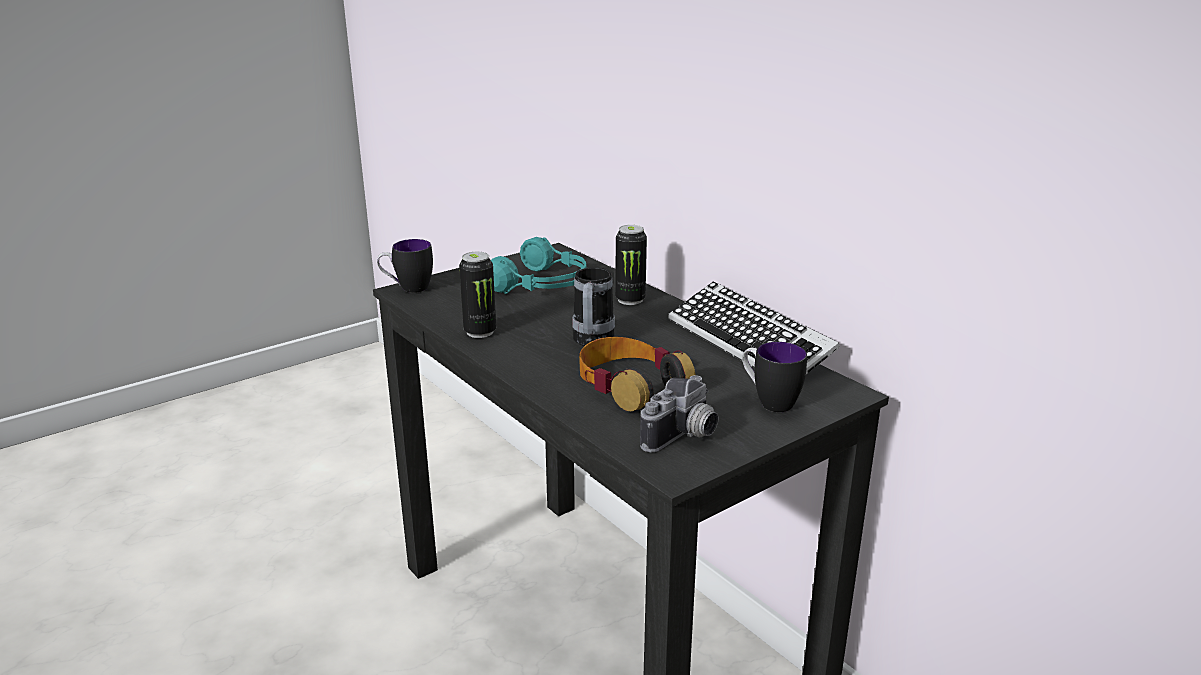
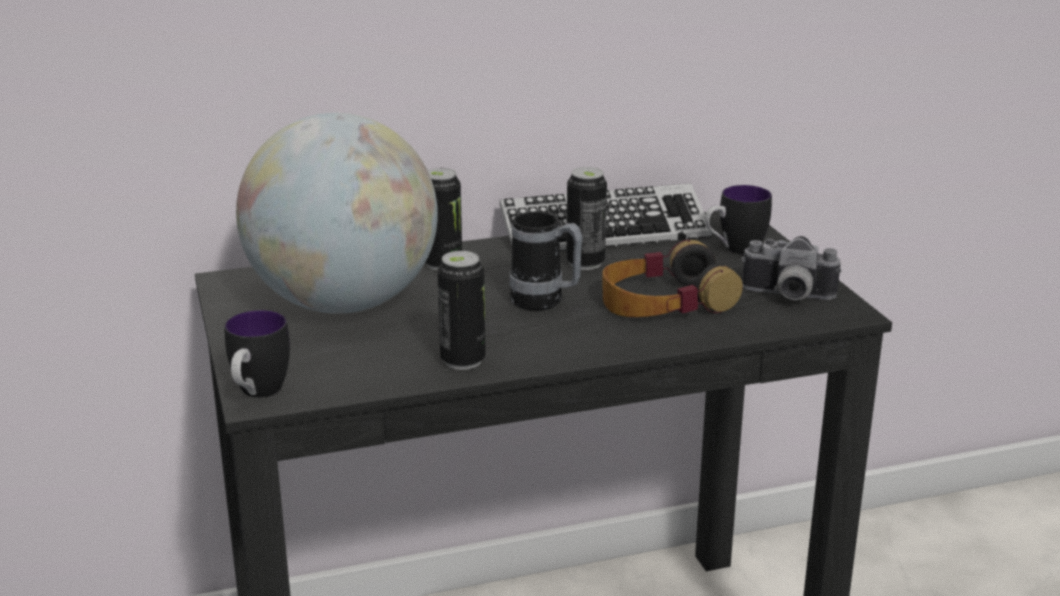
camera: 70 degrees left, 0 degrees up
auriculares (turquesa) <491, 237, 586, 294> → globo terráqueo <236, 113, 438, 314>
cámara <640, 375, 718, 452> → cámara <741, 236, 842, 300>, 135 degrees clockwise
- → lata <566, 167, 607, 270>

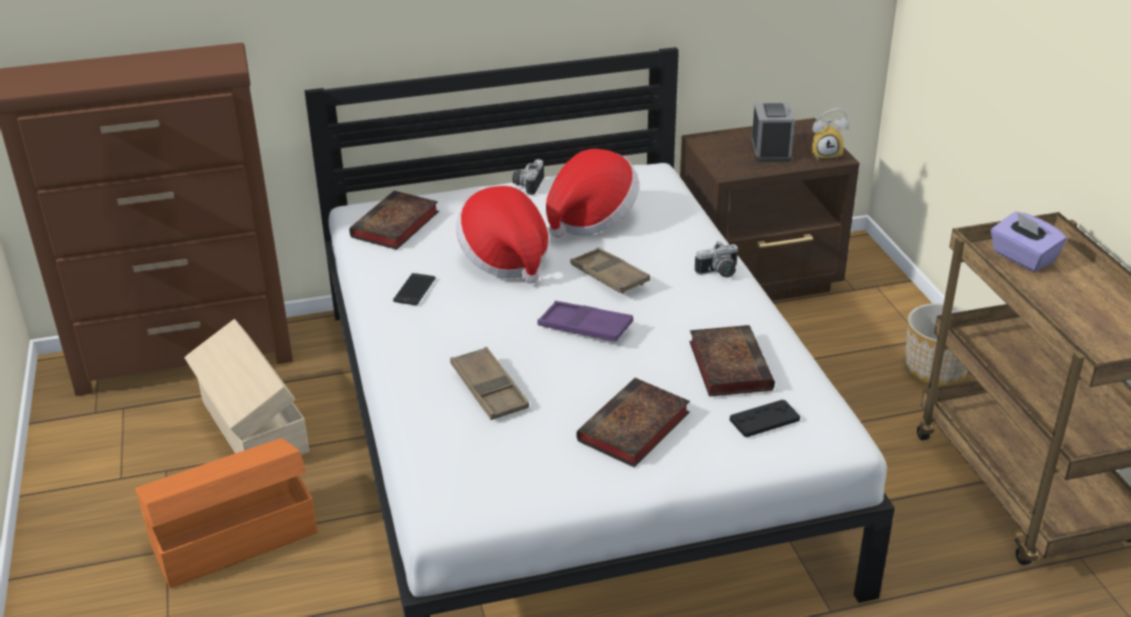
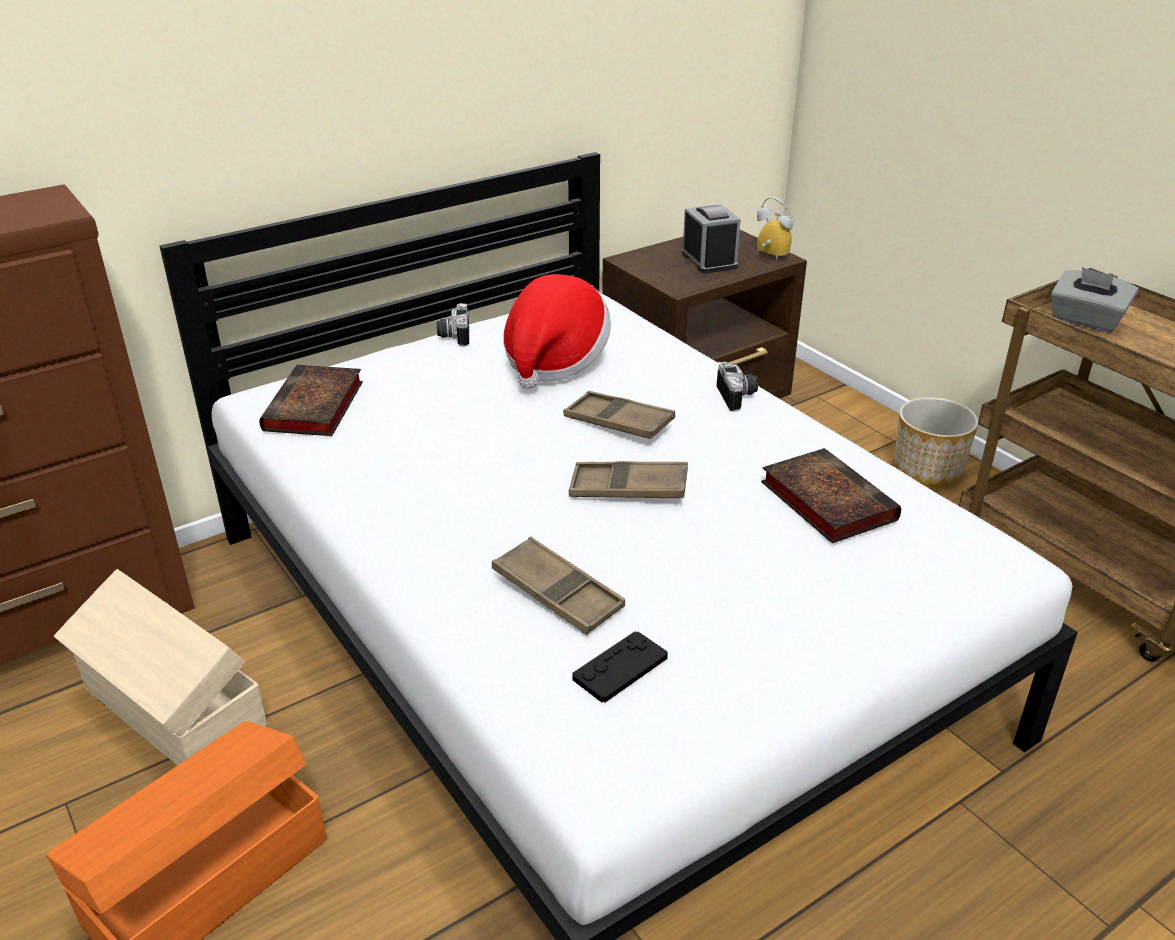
camera: 20 degrees left, 0 degrees up
móvil <393, 273, 435, 305> → -
sombrero <456, 186, 549, 284> → -
bandeja (morado) <537, 301, 633, 341> → bandeja (marrón) <569, 461, 688, 498>
libro <576, 378, 690, 468> → -
cámara <695, 241, 738, 278> → cámara <717, 362, 758, 412>, 60 degrees counterclockwise
mando de consola (negro) <730, 400, 800, 437> → mando de consola (negro) <572, 631, 668, 702>, move
despertador <812, 108, 849, 160> → despertador <756, 197, 793, 260>, 120 degrees counterclockwise
caja de pañuelos (morado) <990, 212, 1067, 272> → caja de pañuelos (gris) <1051, 267, 1138, 332>

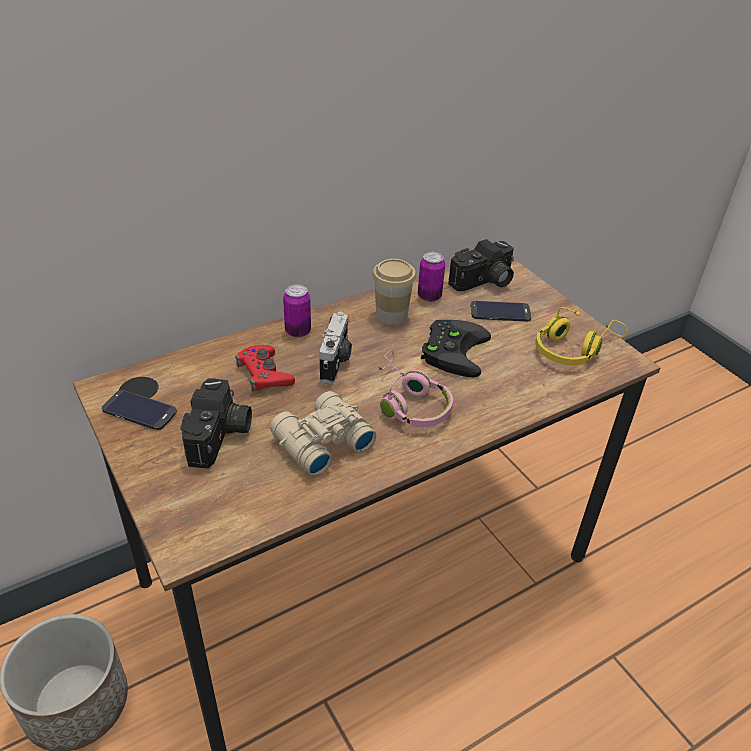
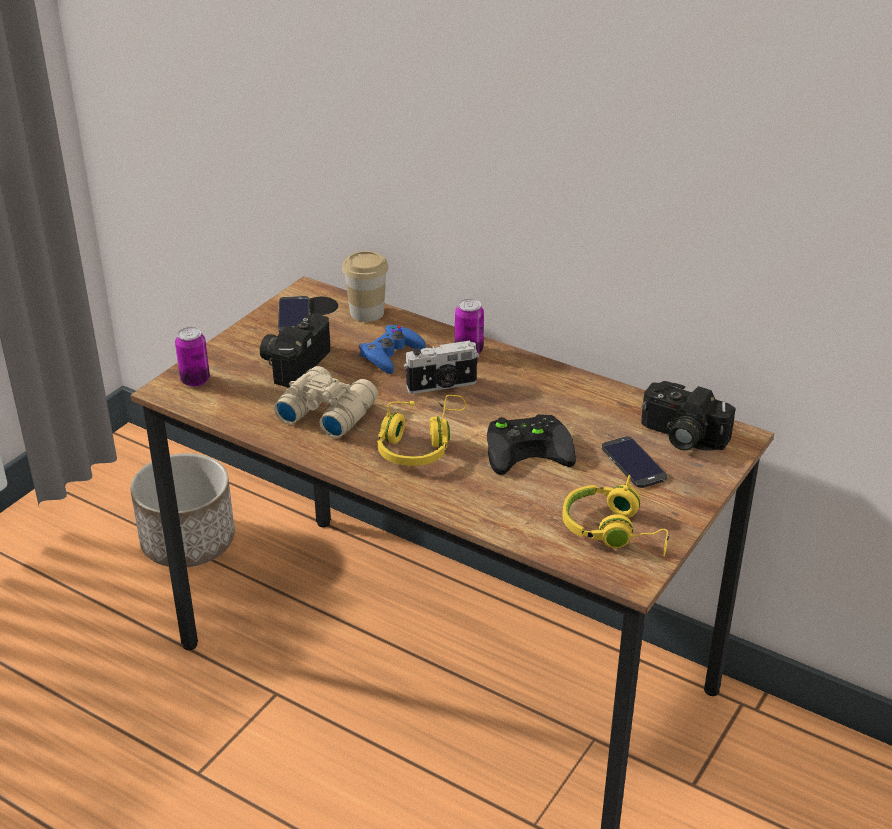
camera: 65 degrees right, 5 degrees down
cámara <180, 378, 252, 469> → cámara <260, 313, 330, 388>, 135 degrees clockwise
mando de consola (rojo) <235, 345, 295, 391> → mando de consola (azul) <359, 325, 425, 374>
taza <372, 259, 416, 325> → taza <342, 251, 388, 322>, move
auriculares (rosa) <378, 350, 453, 427> → auriculares (amarillo) <377, 395, 466, 466>
lata <418, 252, 445, 302> → lata <175, 327, 210, 387>, move

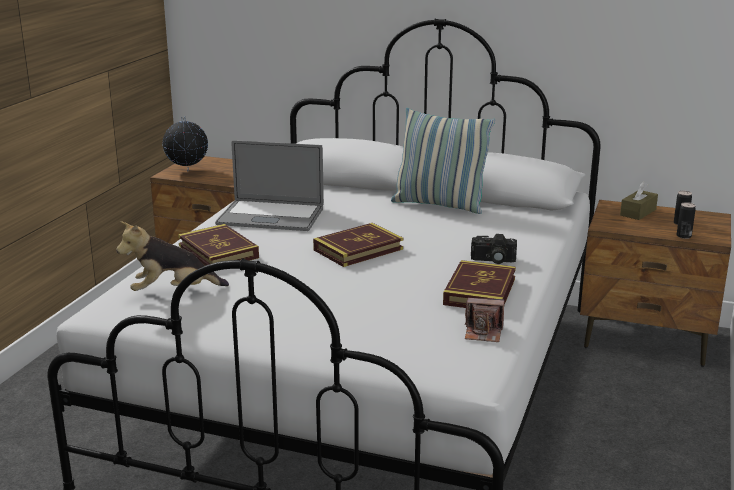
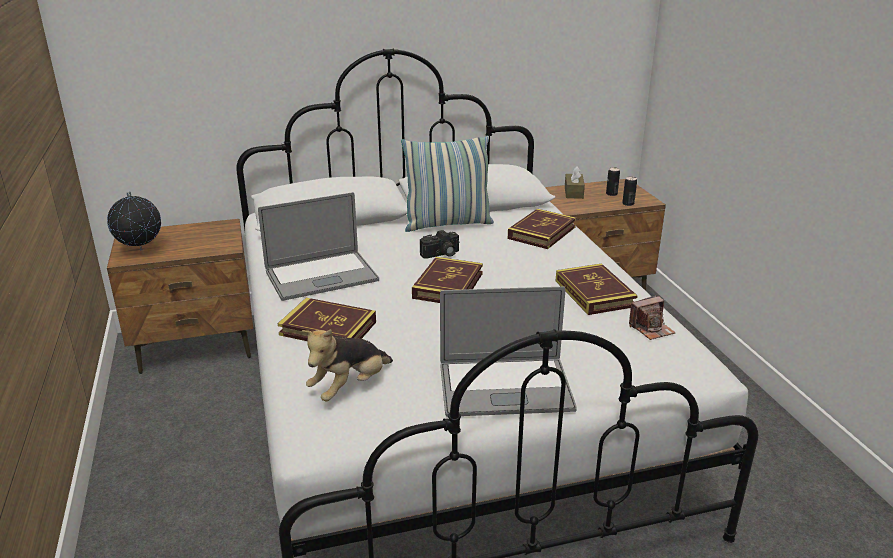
camera: 35 degrees left, 5 degrees up
cámara <471, 234, 517, 264> → cámara <420, 230, 459, 258>, move
- → portátil <440, 287, 577, 417>
- → libro <508, 209, 576, 249>

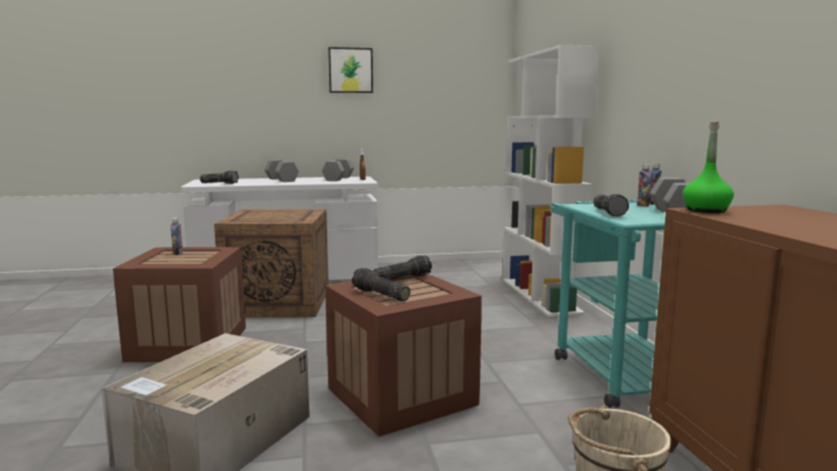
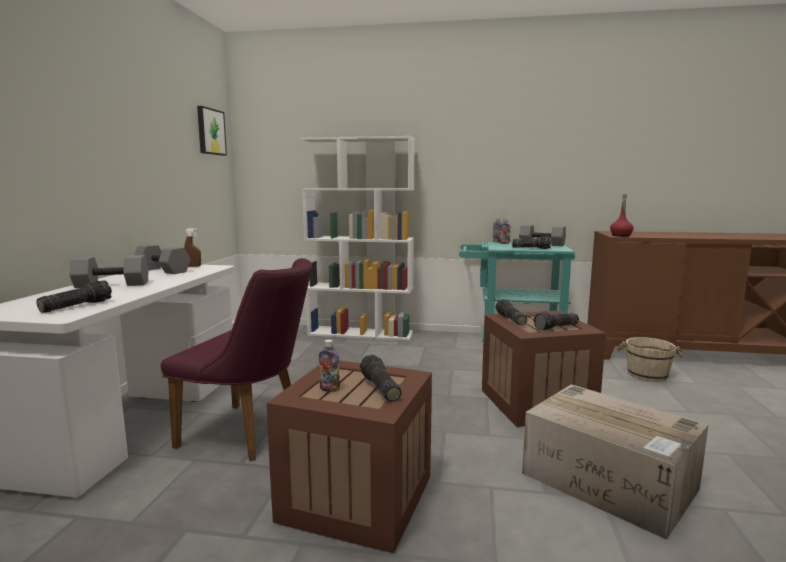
camera: 70 degrees left, 0 degrees up
caja de embalaje <214, 209, 329, 317> → silla (morado) <161, 258, 312, 461>
cuadro <328, 47, 373, 93> → cuadro <197, 106, 227, 155>, move
botella (verde) <683, 121, 734, 213> → botella (rojo) <610, 194, 634, 237>
- → linterna <360, 355, 401, 402>

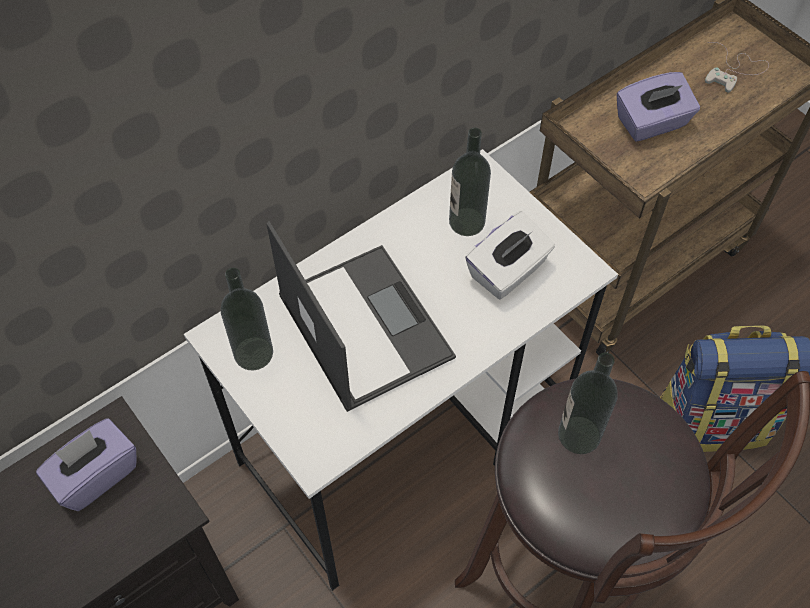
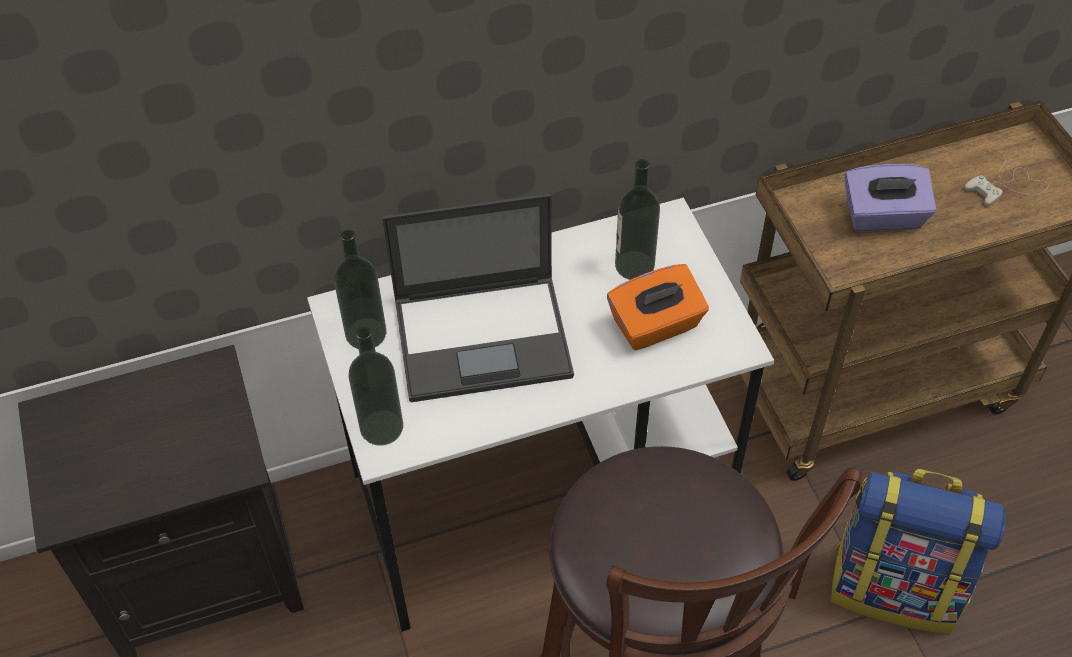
camera: 20 degrees right, 5 degrees down
caja de pañuelos (morado) <36, 418, 137, 511> → -
portátil <267, 221, 456, 412> → portátil <382, 194, 574, 402>, 90 degrees clockwise
caja de pañuelos (blanco) <465, 211, 555, 299> → caja de pañuelos (naranja) <607, 264, 709, 350>
botella <558, 352, 618, 454> → botella <348, 327, 403, 446>, move

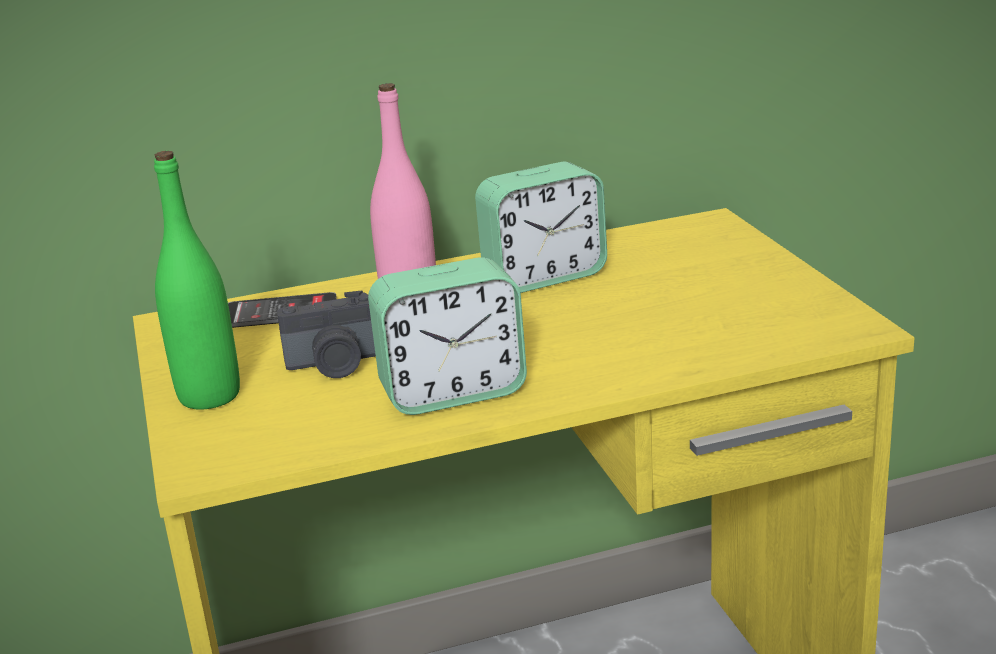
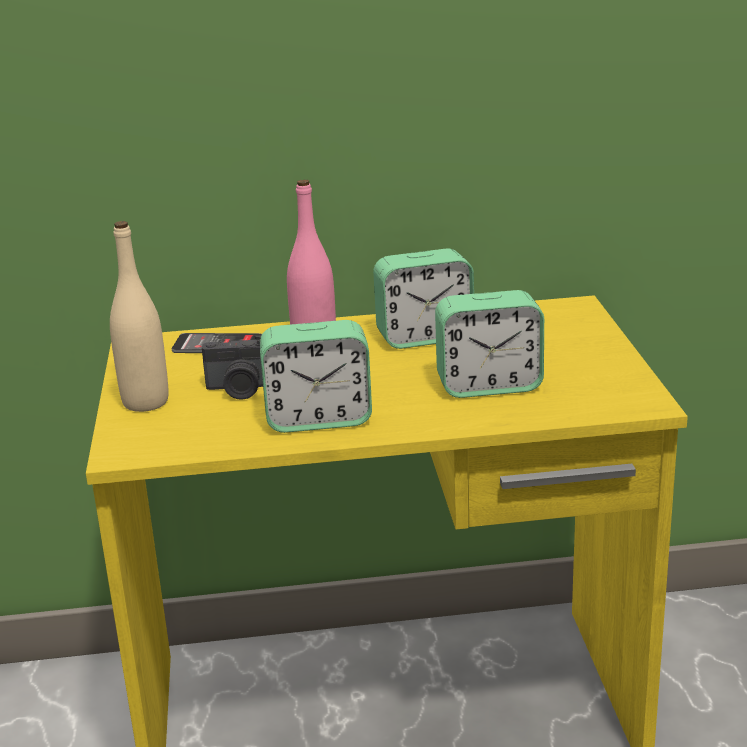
camera: 10 degrees right, 0 degrees up
botella (verde) <154, 151, 240, 410> → botella (beis) <110, 221, 168, 412>
- → despertador <435, 290, 544, 398>

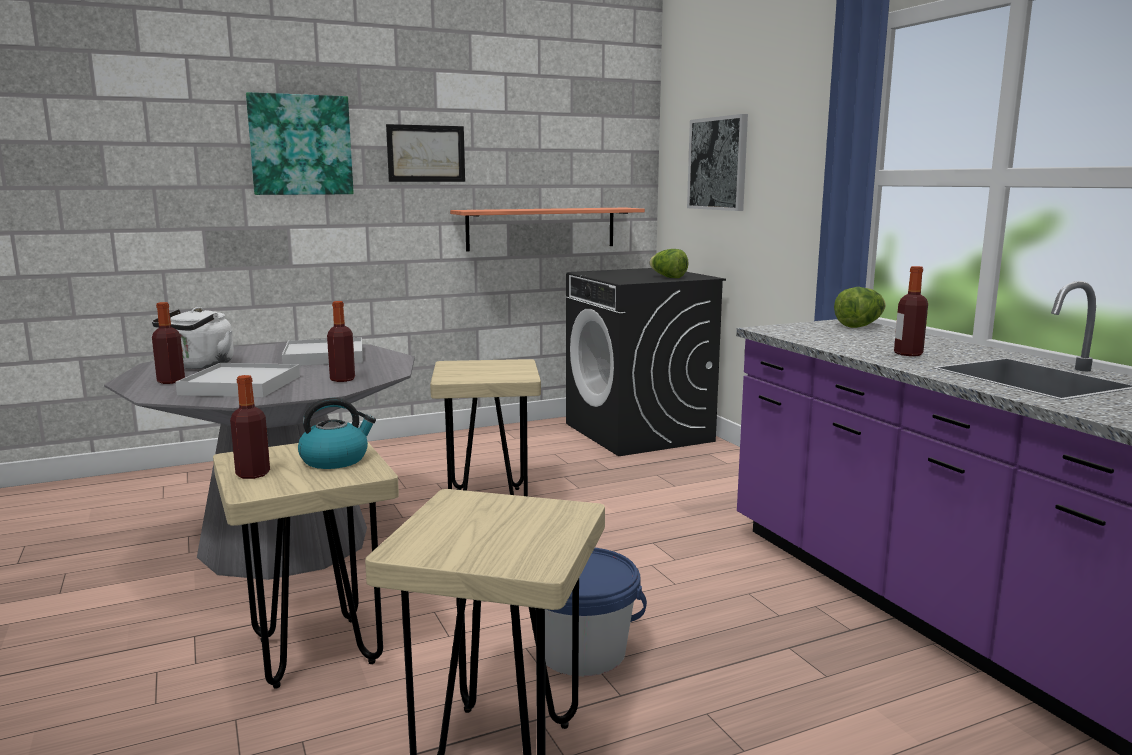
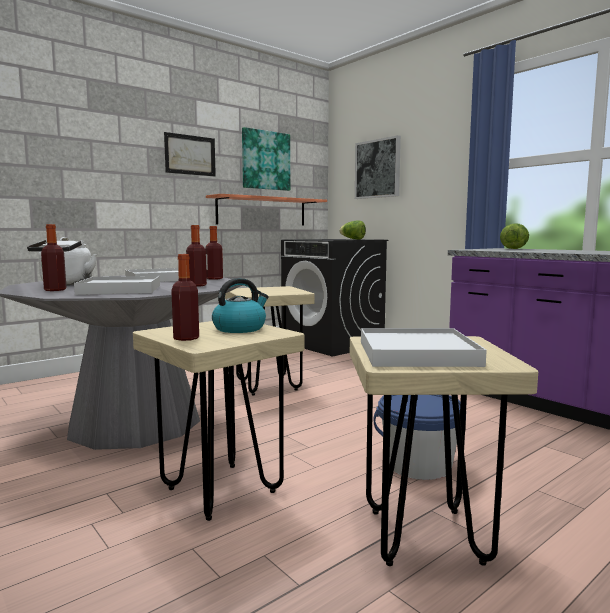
camera: 15 degrees left, 5 degrees down
cuadro <246, 92, 354, 195> → cuadro <242, 127, 290, 191>, move
botella <894, 266, 928, 356> → botella <205, 226, 223, 280>, move
- → bandeja (blanco) <361, 328, 487, 367>

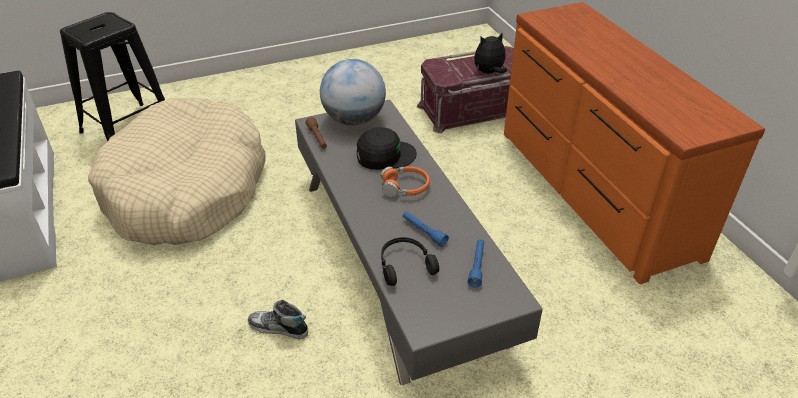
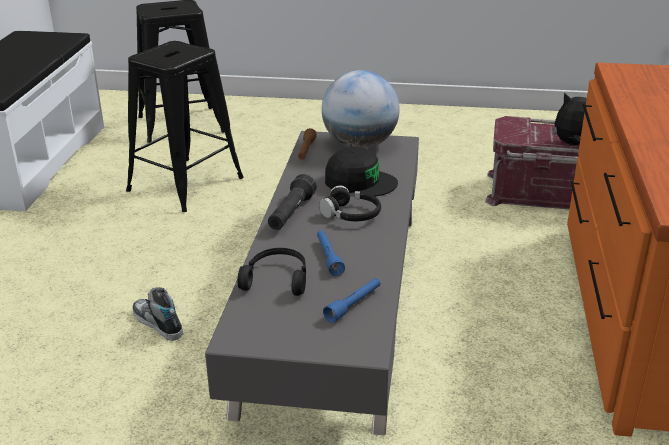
camera: 30 degrees right, 10 degrees down
cama para perro (beis) <88, 98, 266, 245> → taburete (negro) <126, 41, 244, 212>
auriculares (naranja) <381, 166, 430, 197> → auriculares (negro) <319, 185, 381, 221>
- → linterna (negro) <268, 174, 317, 230>

